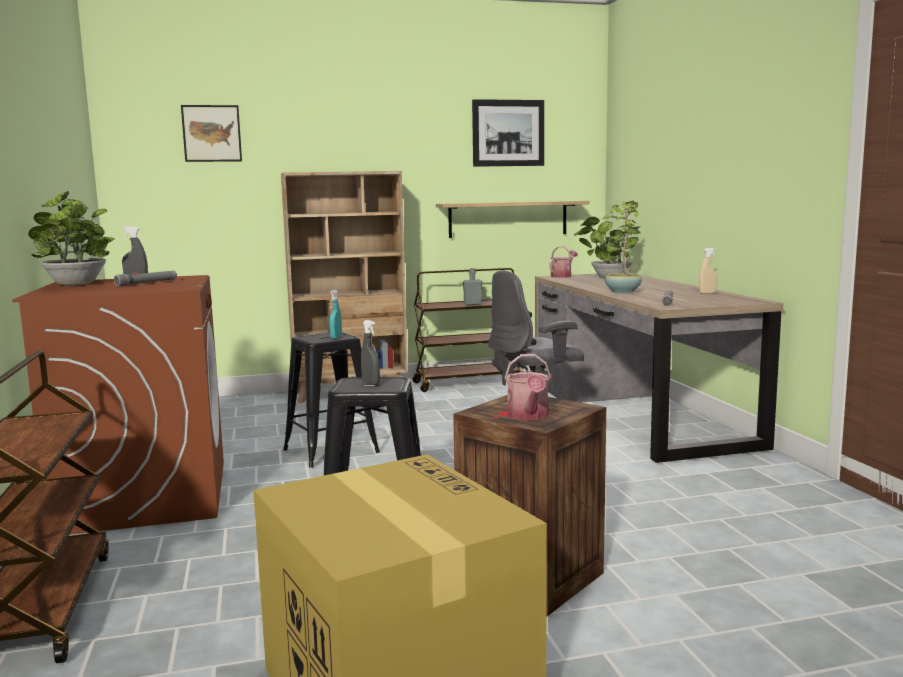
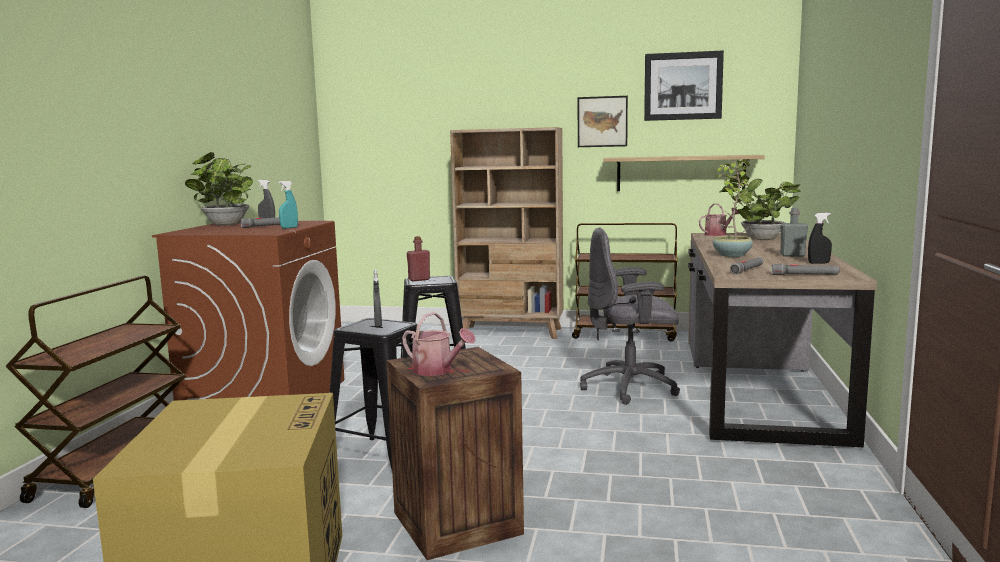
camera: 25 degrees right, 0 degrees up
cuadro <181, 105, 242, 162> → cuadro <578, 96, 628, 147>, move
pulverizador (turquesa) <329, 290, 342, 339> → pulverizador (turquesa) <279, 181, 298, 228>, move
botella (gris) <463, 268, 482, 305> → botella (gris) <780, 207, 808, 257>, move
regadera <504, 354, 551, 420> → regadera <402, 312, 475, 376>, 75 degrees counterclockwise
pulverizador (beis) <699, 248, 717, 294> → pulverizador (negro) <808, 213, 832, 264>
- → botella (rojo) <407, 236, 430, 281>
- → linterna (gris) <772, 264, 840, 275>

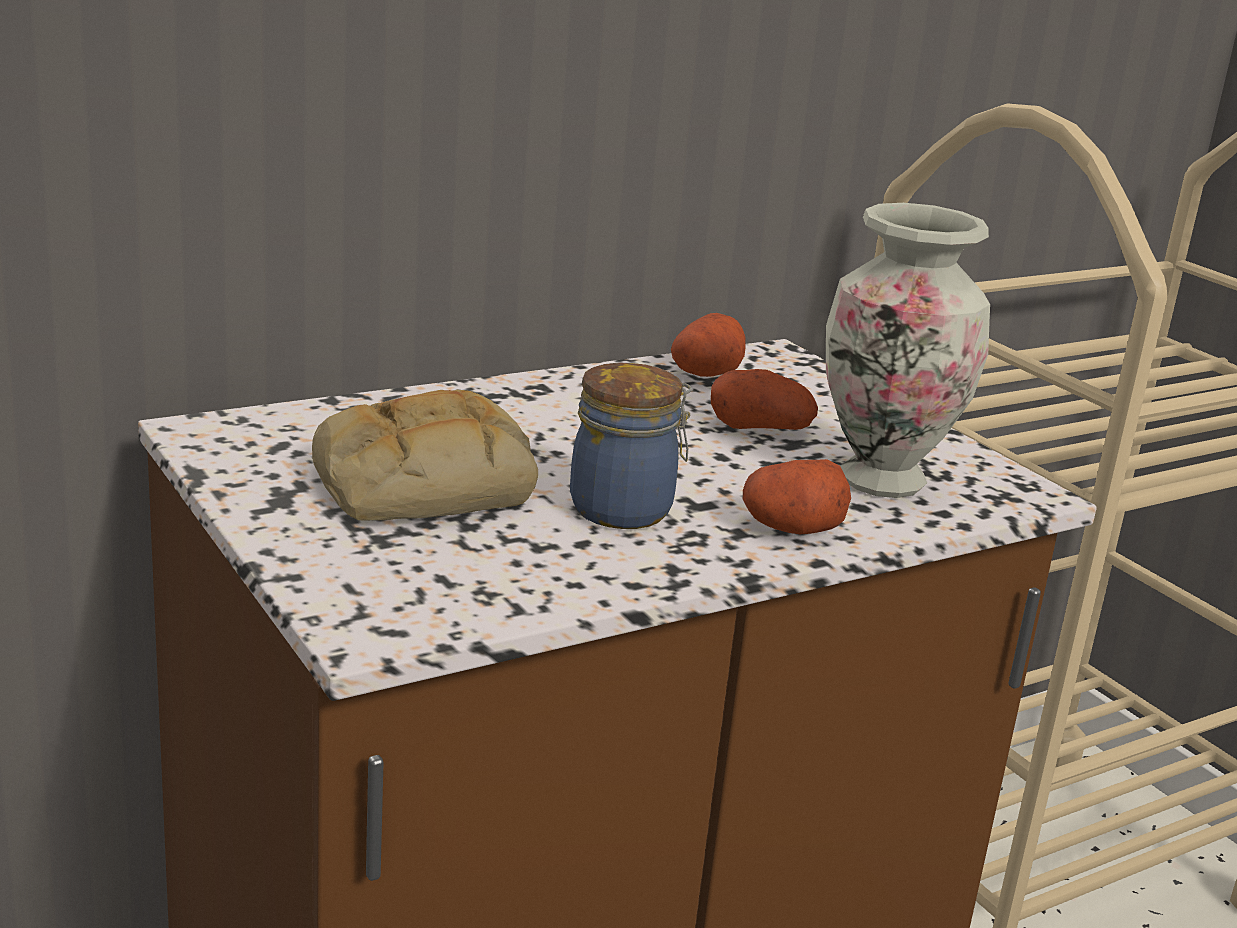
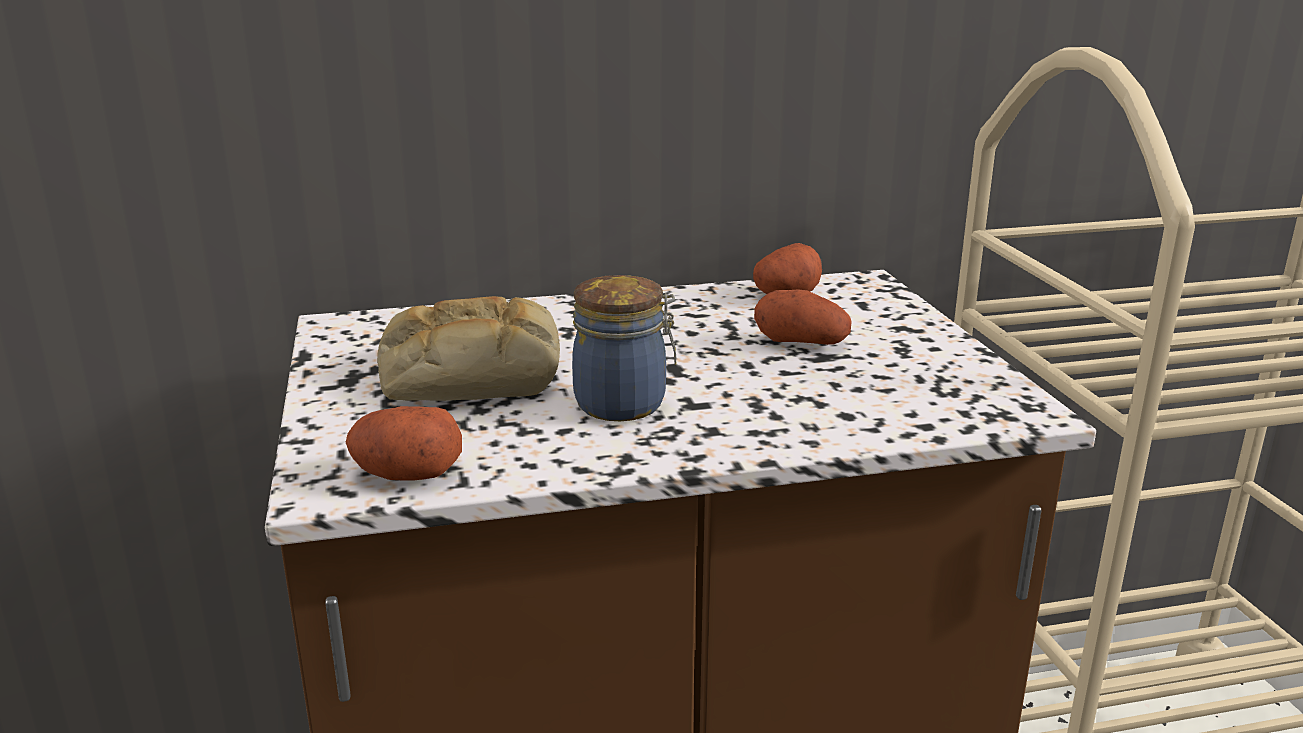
camera: 20 degrees right, 0 degrees up
patata <743, 459, 851, 534> → patata <346, 406, 462, 481>, move
florero <826, 203, 990, 498> → -

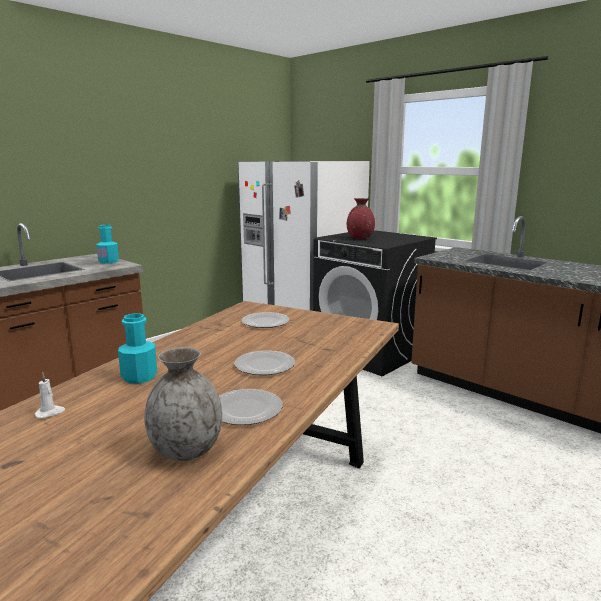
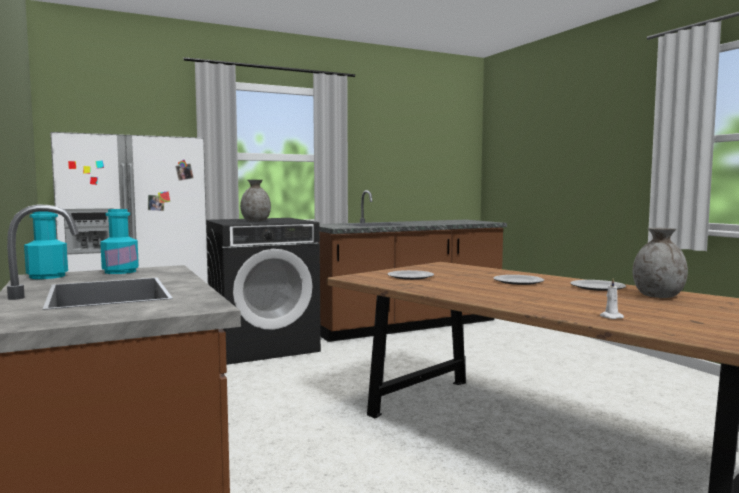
camera: 70 degrees left, 10 degrees down
botella (turquesa) <118, 313, 157, 384> → botella (turquesa) <24, 211, 68, 279>, move
florero (rojo) <347, 198, 375, 239> → florero (gris) <240, 180, 271, 222>

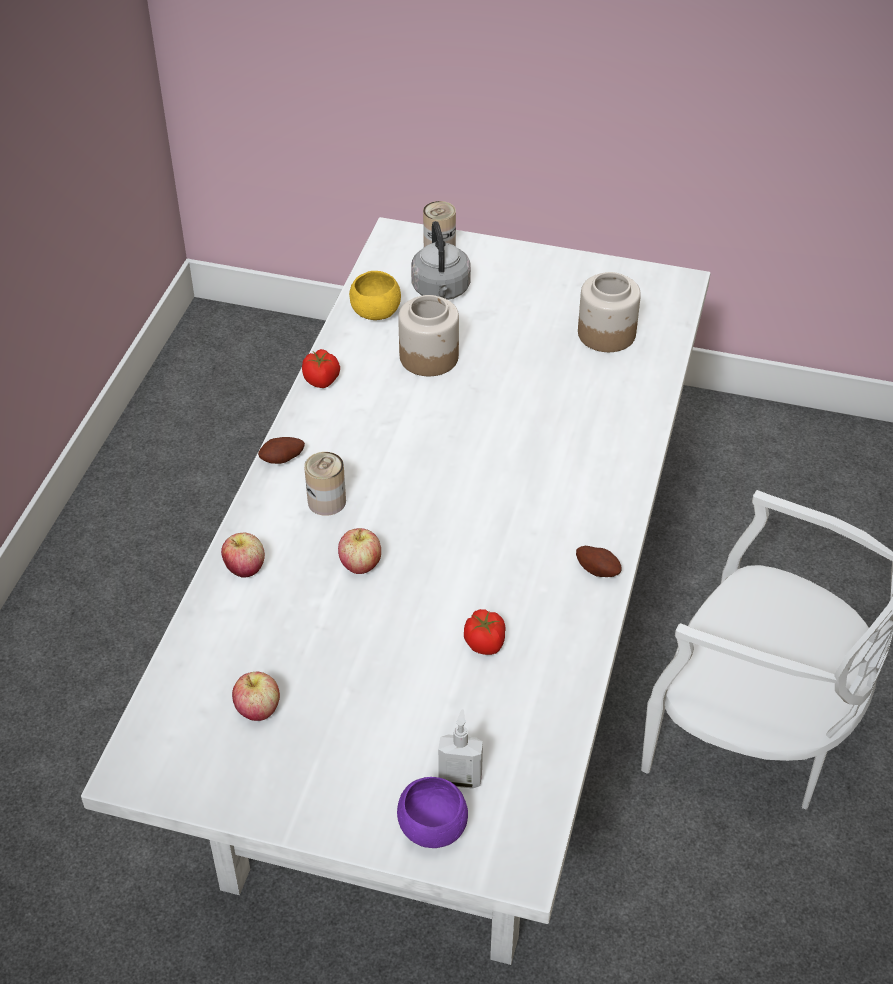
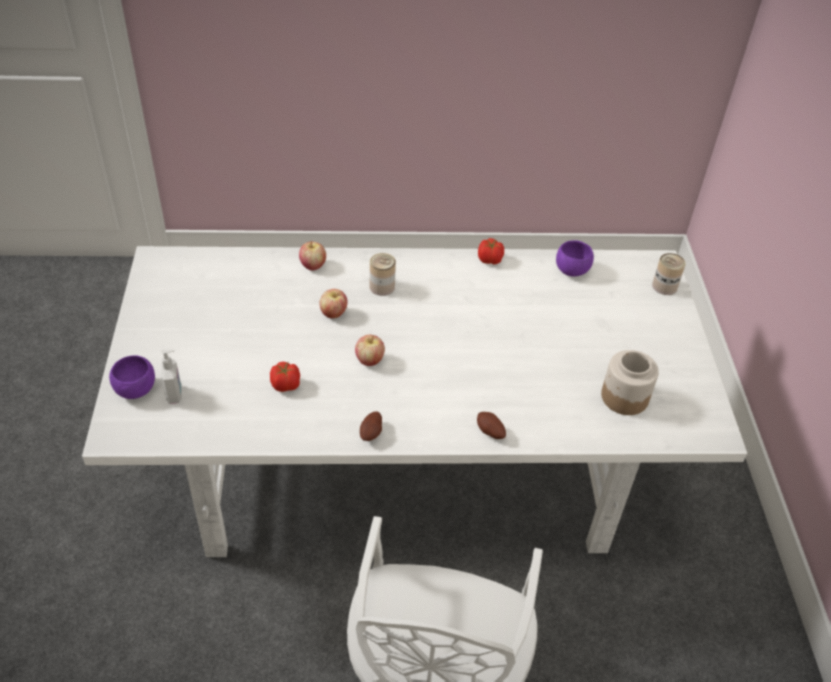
camera: 70 degrees right, 0 degrees up
manzana <232, 672, 280, 721> → manzana <355, 335, 385, 366>, move
patata <258, 437, 305, 464> → patata <477, 412, 506, 439>, move
cuenco (amarillo) <349, 271, 401, 320> → cuenco (morado) <556, 240, 594, 277>
tarro <398, 295, 459, 376> → -
hervidor (gris) <411, 221, 471, 300> → -

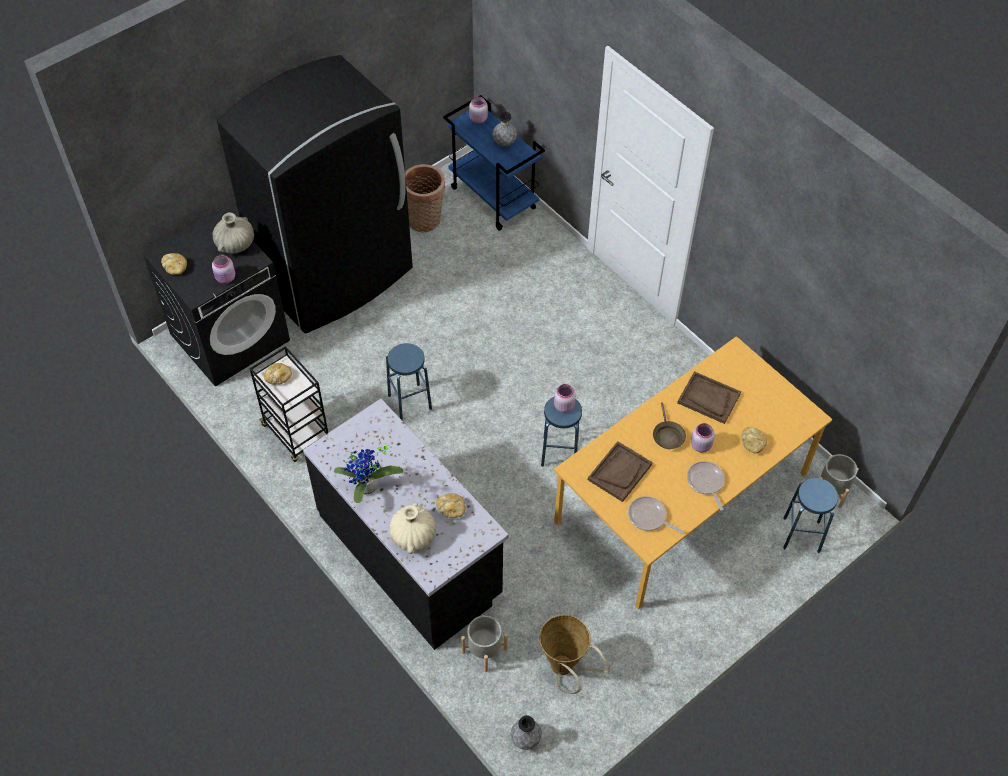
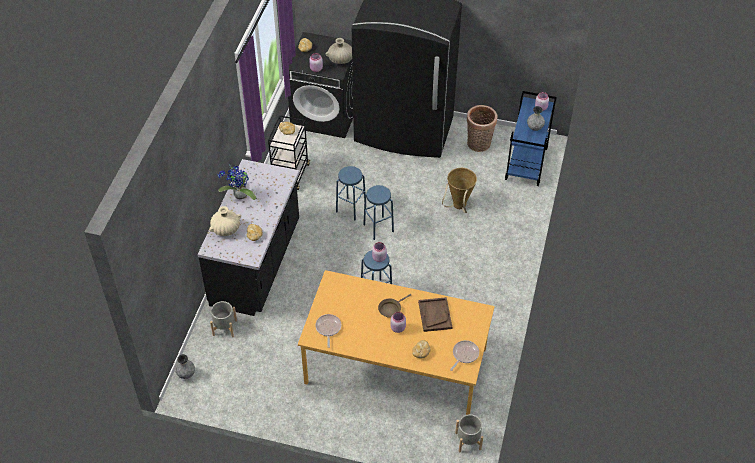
camera: 55 degrees right, 5 degrees down
cesta <539, 614, 610, 694> → cesta <442, 168, 477, 213>, move
bandeja (marrón) <588, 441, 652, 502> → -
sartén <687, 461, 725, 511> → sartén <450, 340, 479, 371>, move
taburete (azul) <783, 478, 838, 553> → taburete (azul) <363, 185, 394, 240>, move

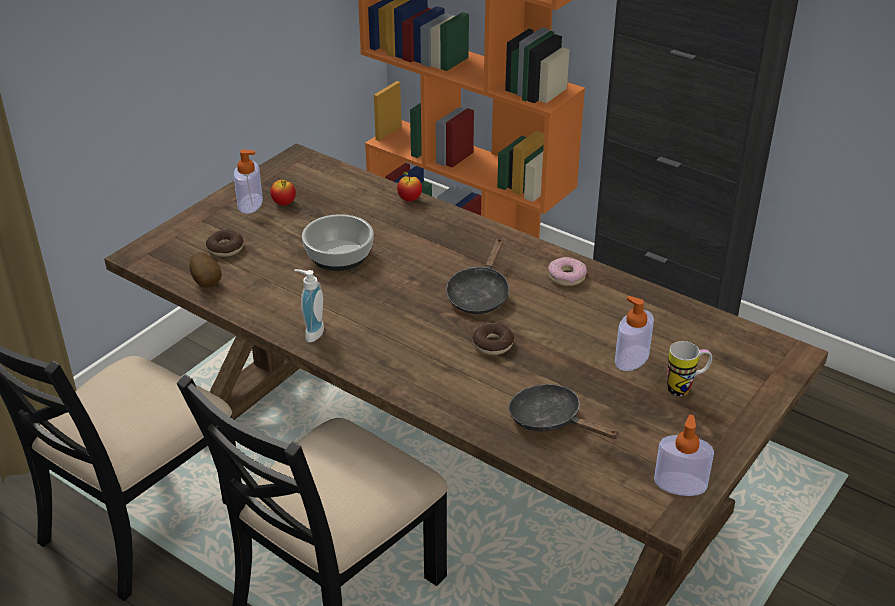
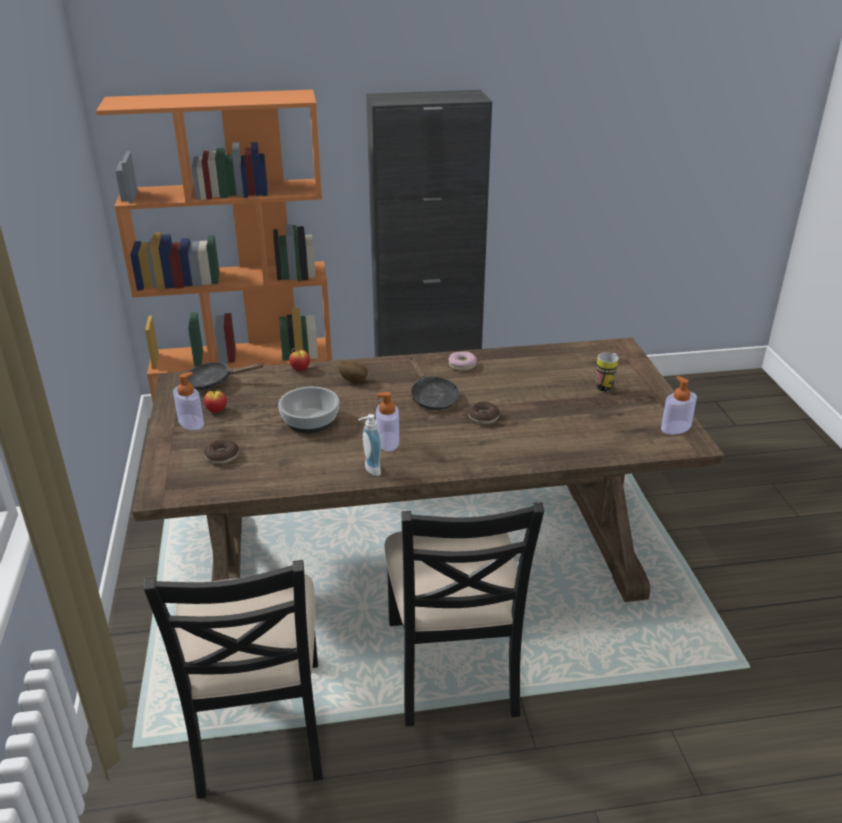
camera: 45 degrees left, 5 degrees down
patata <189, 252, 222, 288> → patata <338, 361, 368, 383>, move
sartén (negro) <509, 384, 620, 439> → sartén (negro) <187, 362, 263, 390>, move
dispensador de jabón <615, 296, 654, 371> → dispensador de jabón <376, 392, 399, 452>, move

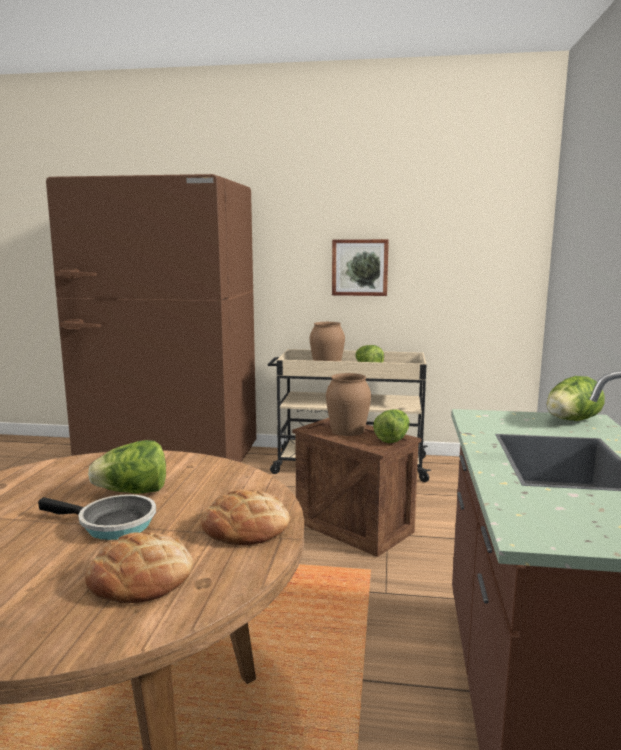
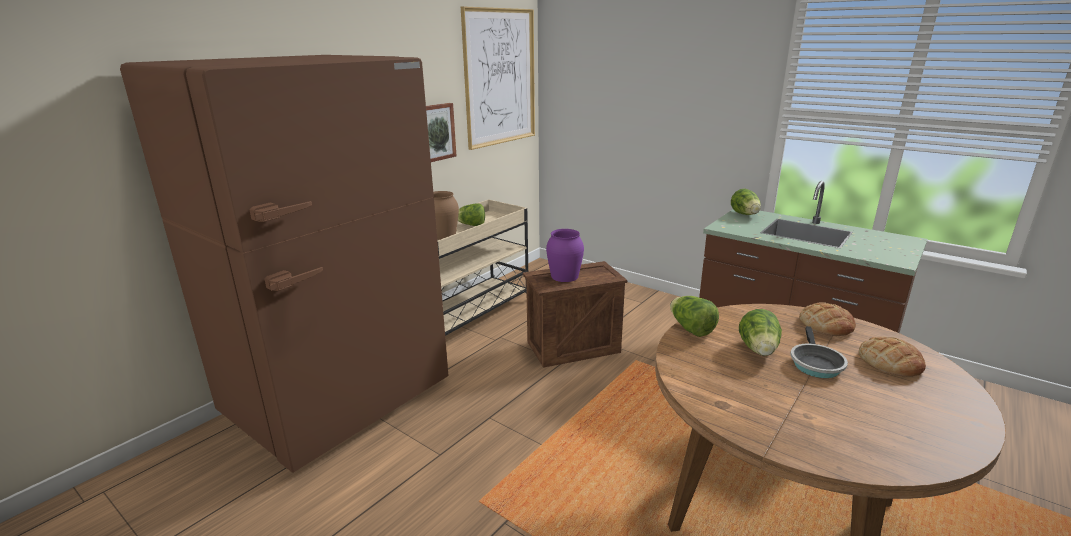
camera: 60 degrees left, 10 degrees up
sartén <38, 494, 156, 540> → sartén <791, 326, 848, 378>, 150 degrees clockwise
florero (marrón) <326, 373, 371, 436> → florero (morado) <546, 229, 584, 282>
lechuga <373, 409, 410, 443> → lechuga <670, 296, 719, 337>, move
- → cuadro <461, 6, 535, 150>

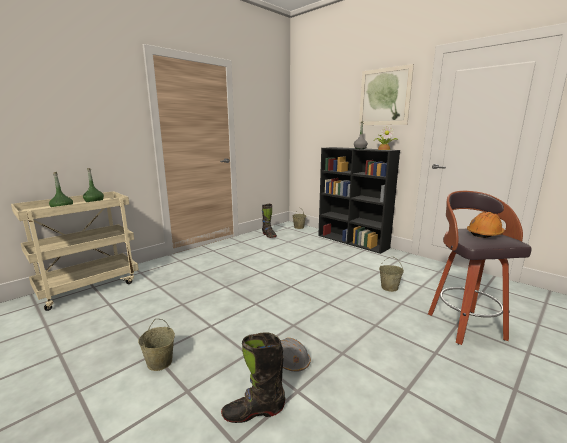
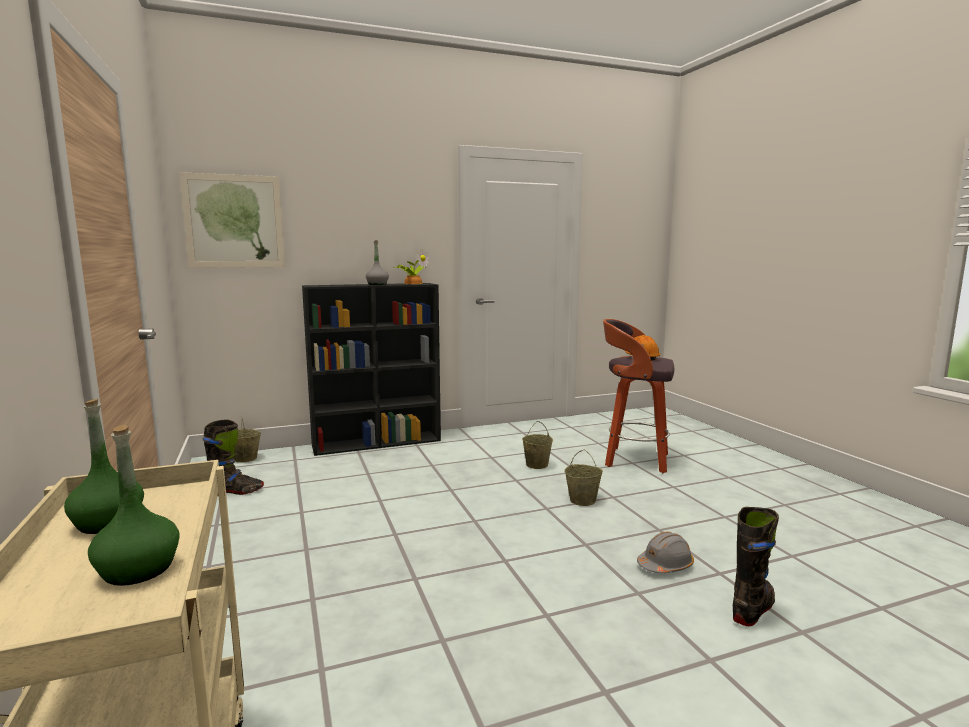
camera: 65 degrees left, 5 degrees down
cubo (beis) <138, 319, 175, 371> → cubo (beis) <564, 450, 603, 506>, move
bota (negro) <221, 332, 285, 423> → bota (negro) <733, 507, 779, 626>, 150 degrees counterclockwise
cuadro <359, 64, 414, 125> → cuadro <179, 172, 285, 268>, move

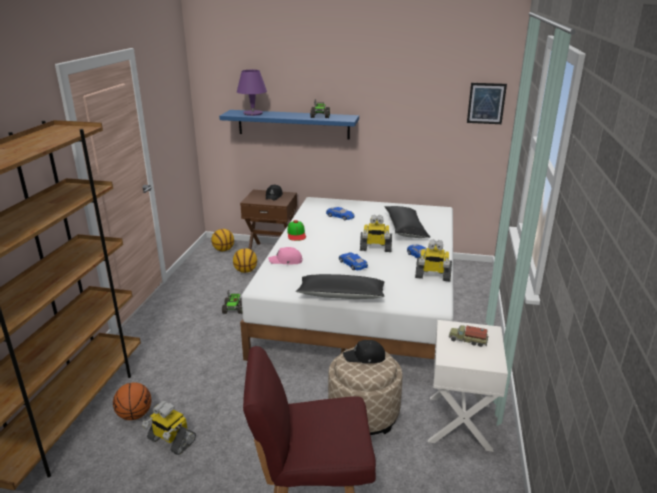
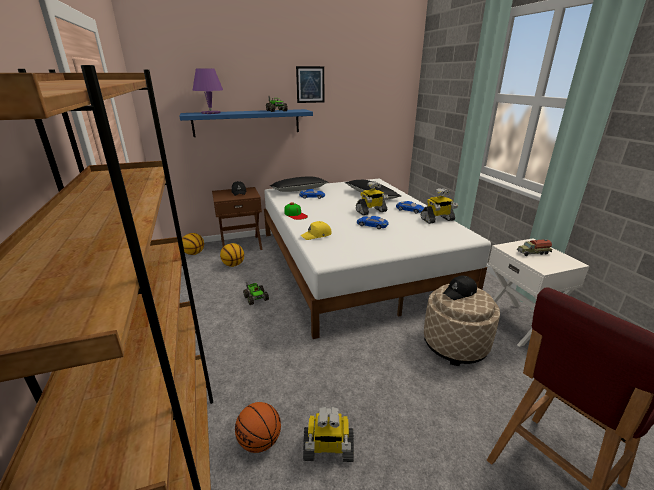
camera: 30 degrees left, 0 degrees up
gorra (rosa) <268, 247, 303, 264> → gorra (amarillo) <301, 221, 332, 240>
cojín (negro) <296, 274, 385, 299> → cojín (negro) <270, 176, 328, 192>, move
cuadro <467, 83, 507, 124> → cuadro <296, 66, 324, 103>, move

